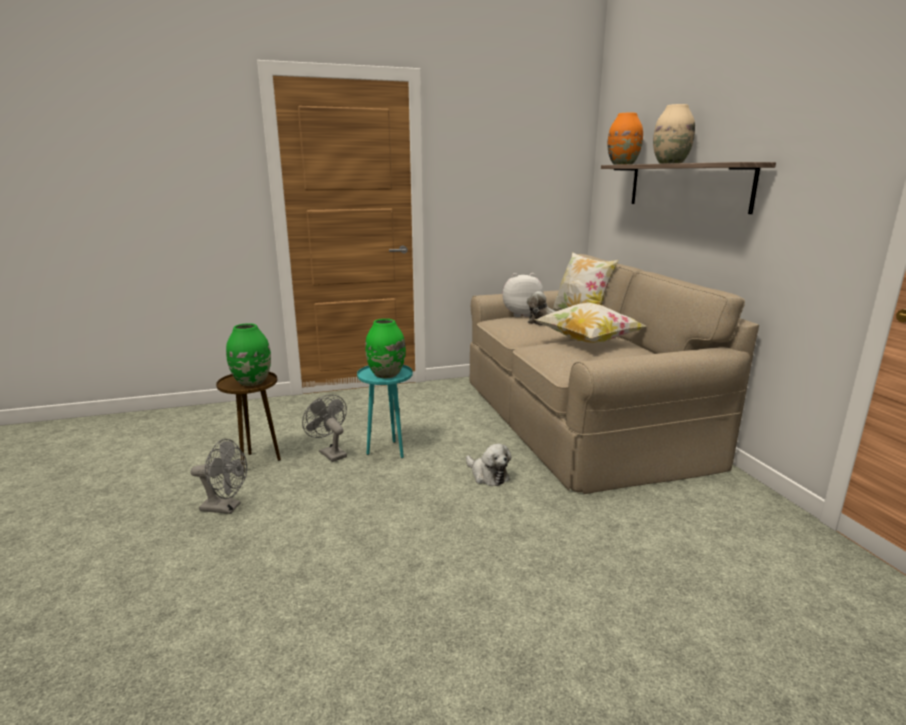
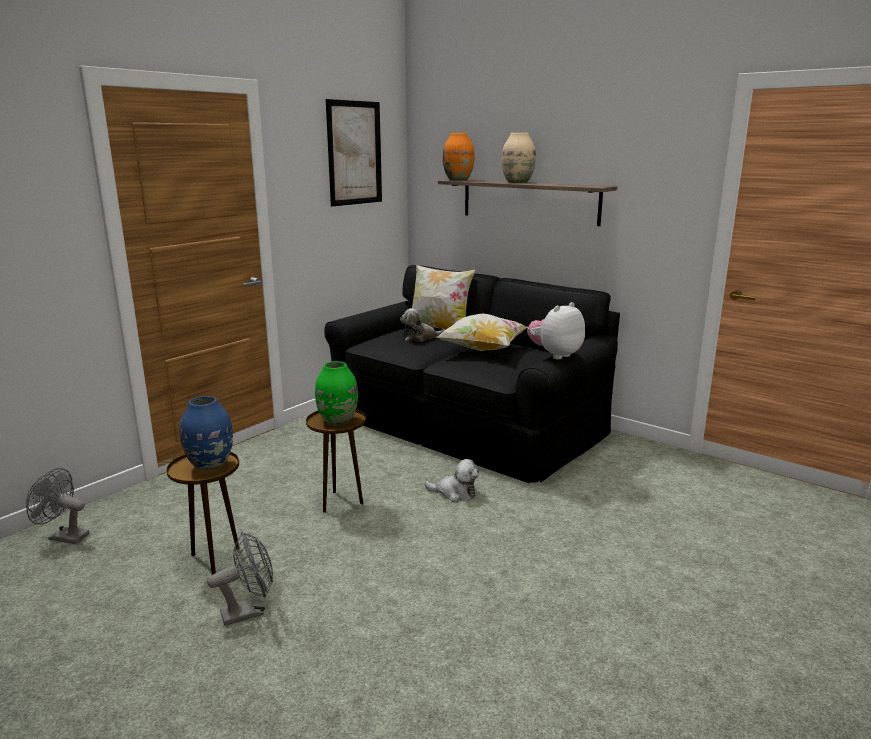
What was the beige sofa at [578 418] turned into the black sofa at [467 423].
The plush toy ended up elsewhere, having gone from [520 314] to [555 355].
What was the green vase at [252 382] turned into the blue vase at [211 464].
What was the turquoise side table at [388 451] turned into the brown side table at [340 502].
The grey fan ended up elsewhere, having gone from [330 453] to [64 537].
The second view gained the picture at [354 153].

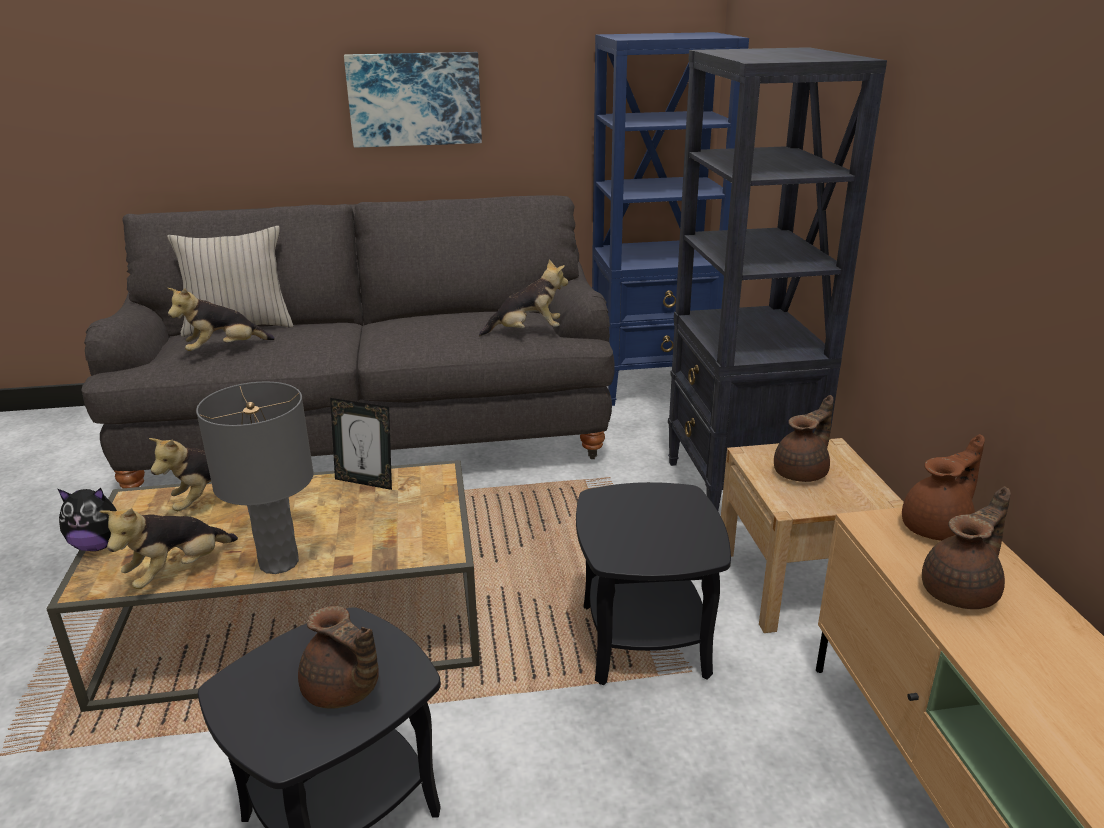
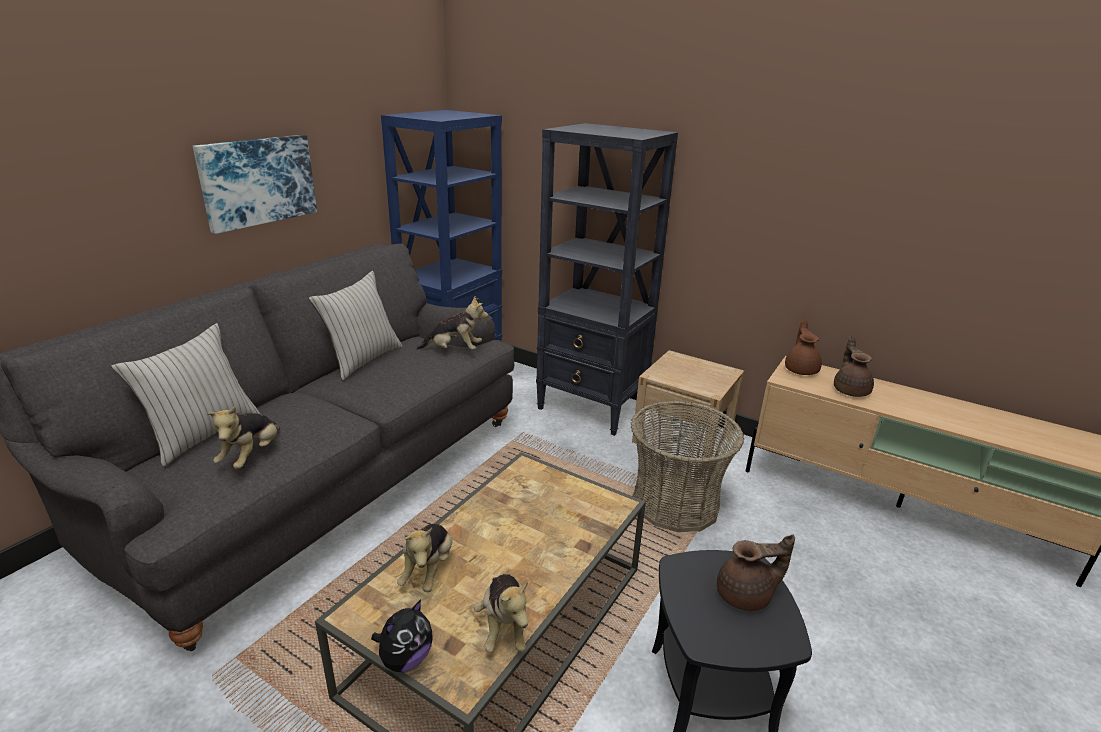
The plush toy at [527 332] ended up facing another way, 60 degrees clockwise from before.
The second view lost the grey table lamp at [279 562].
The second view lost the brown teapot at [802 472].
The second view lost the picture frame at [365 481].
Where the black side table stood at [644 639], the basket came to stand at [675 504].
The second view gained the beige pillow at [362 360].

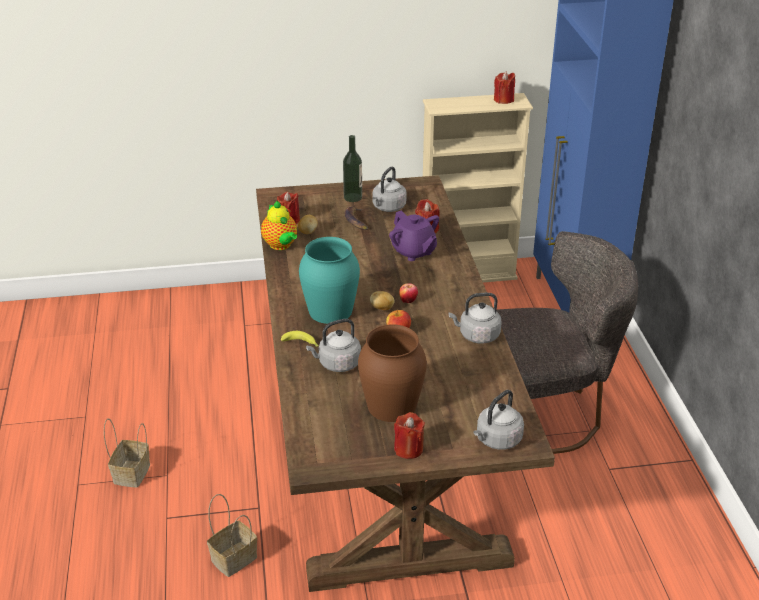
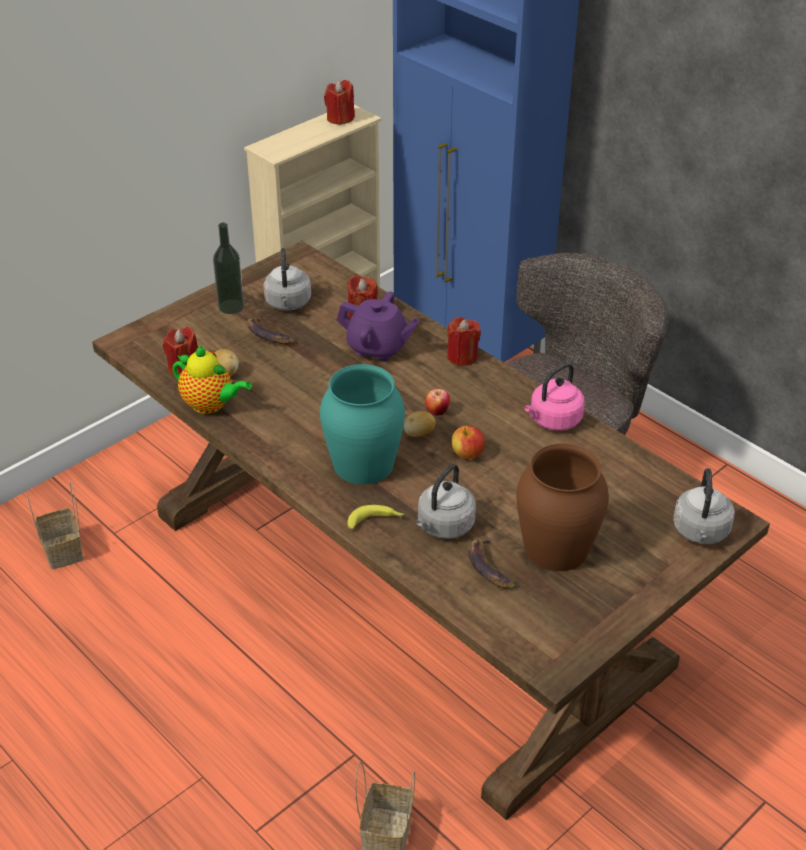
What was the grey kettle at [477 335] turned into the pink kettle at [553 421].
The red candle ended up elsewhere, having gone from [408 449] to [462 357].
The basket ended up elsewhere, having gone from [132 474] to [64 551].
The second view gained the banana at [489 568].

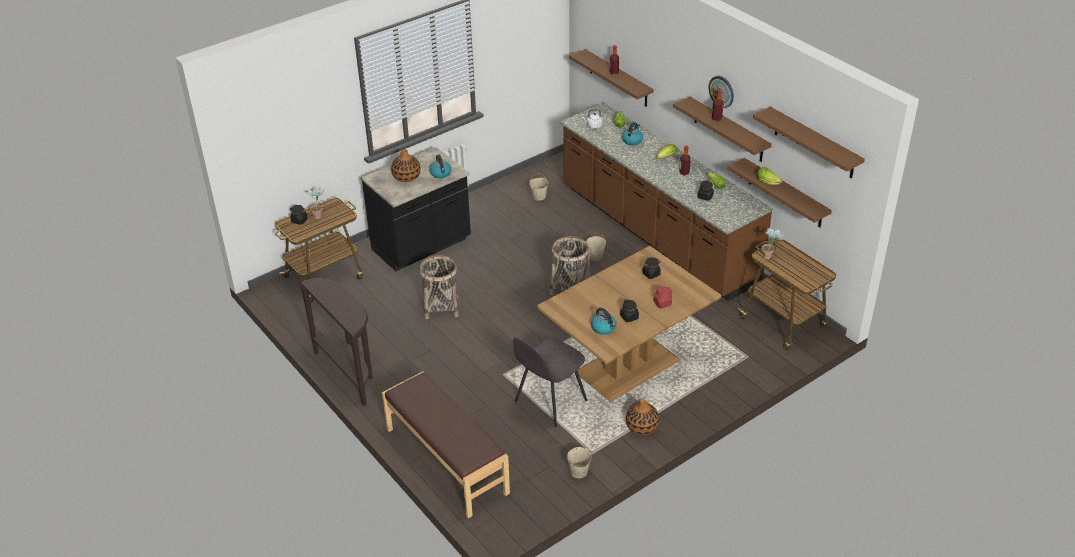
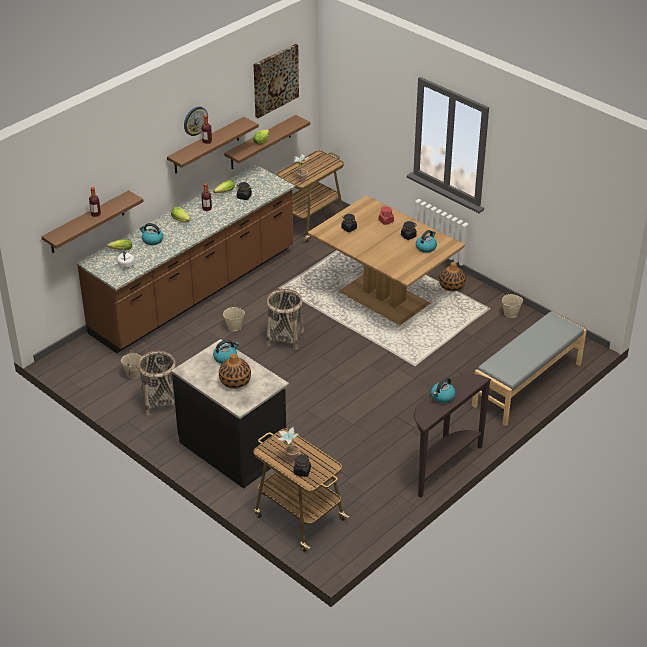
Where the brown shelf hung at [814 143], the picture came to hang at [275 80].
The basket ended up elsewhere, having gone from [441 307] to [160 402].
The second view lost the grey chair at [549 402].
What was the brown bench at [445 461] turned into the grey bench at [527 385].
The second view gained the kettle at [442 397].

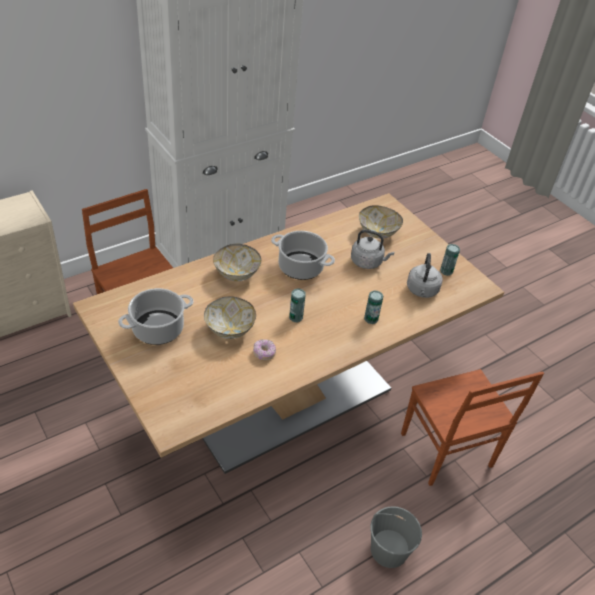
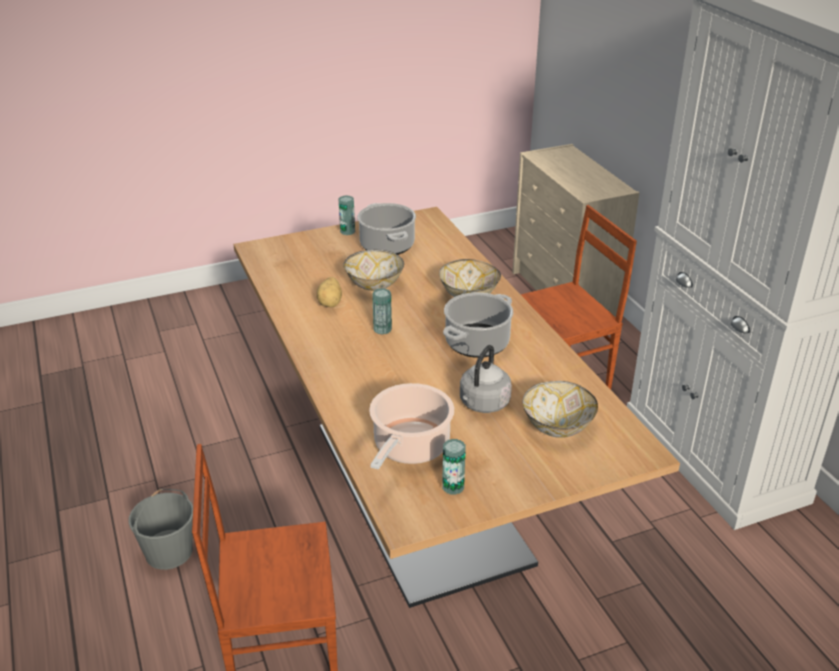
Where the grey kettle stood at [422 291], the cooking pot came to stand at [409 447].
The can ended up elsewhere, having gone from [371 319] to [347 231].
Where the donut stood at [264 353], the potato came to stand at [331 303].

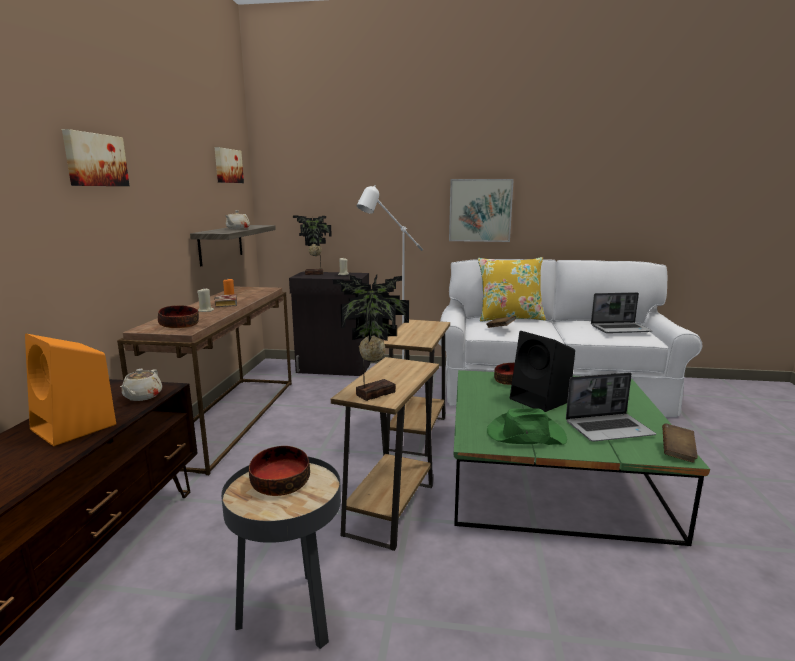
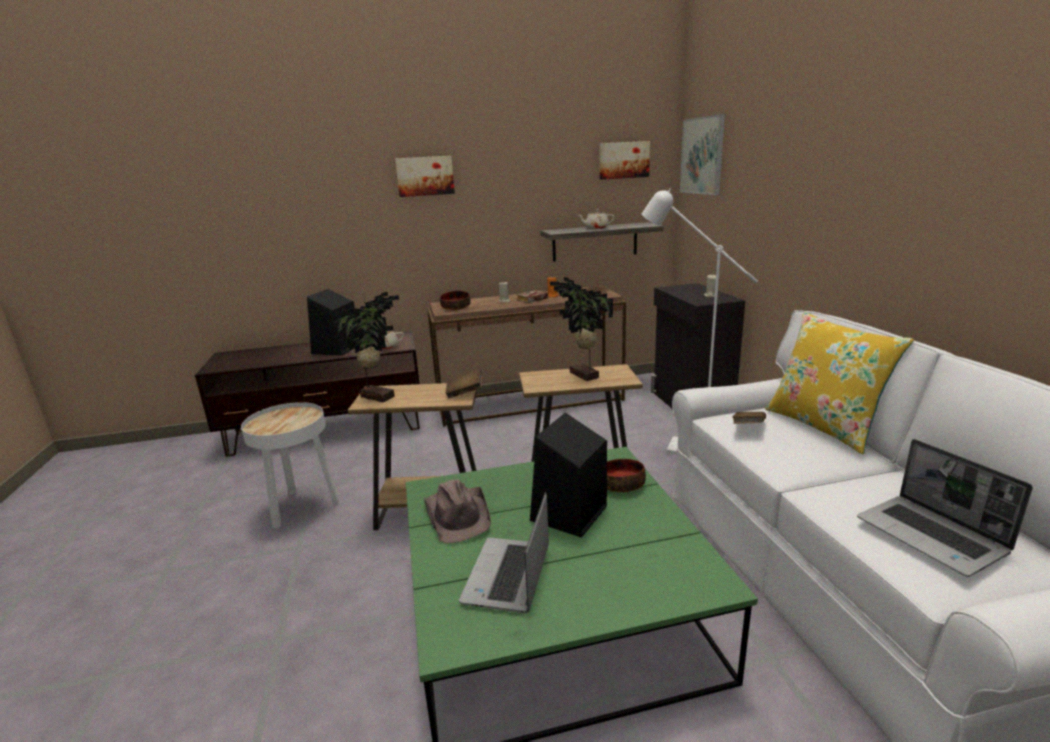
The picture ended up elsewhere, having gone from [480 210] to [702 156].
The potted plant ended up elsewhere, having gone from [314 274] to [582 376].
What was the orange speaker at [75 427] turned into the black speaker at [336 349].
The laptop at [609 428] ended up facing another way, 45 degrees clockwise from before.
What was the green hat at [525 435] turned into the brown hat at [458 515].
The brown book ended up elsewhere, having gone from [677 452] to [465 393].
The second view lost the bowl at [280 482].
What was the black side table at [290 613] turned into the white side table at [302 507].

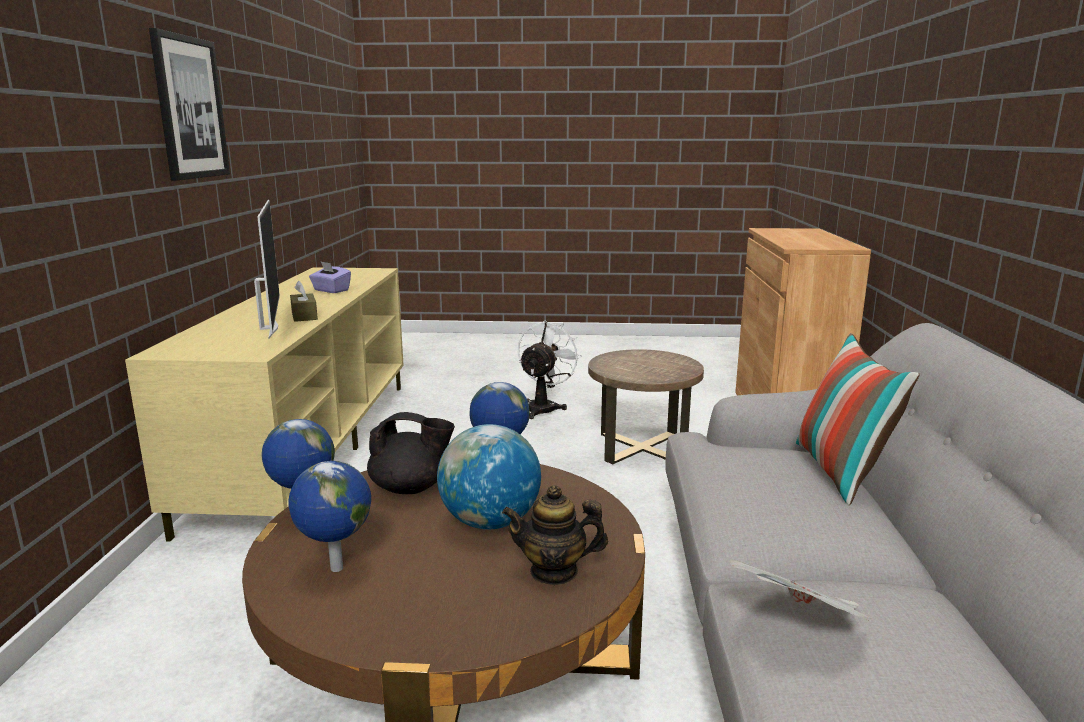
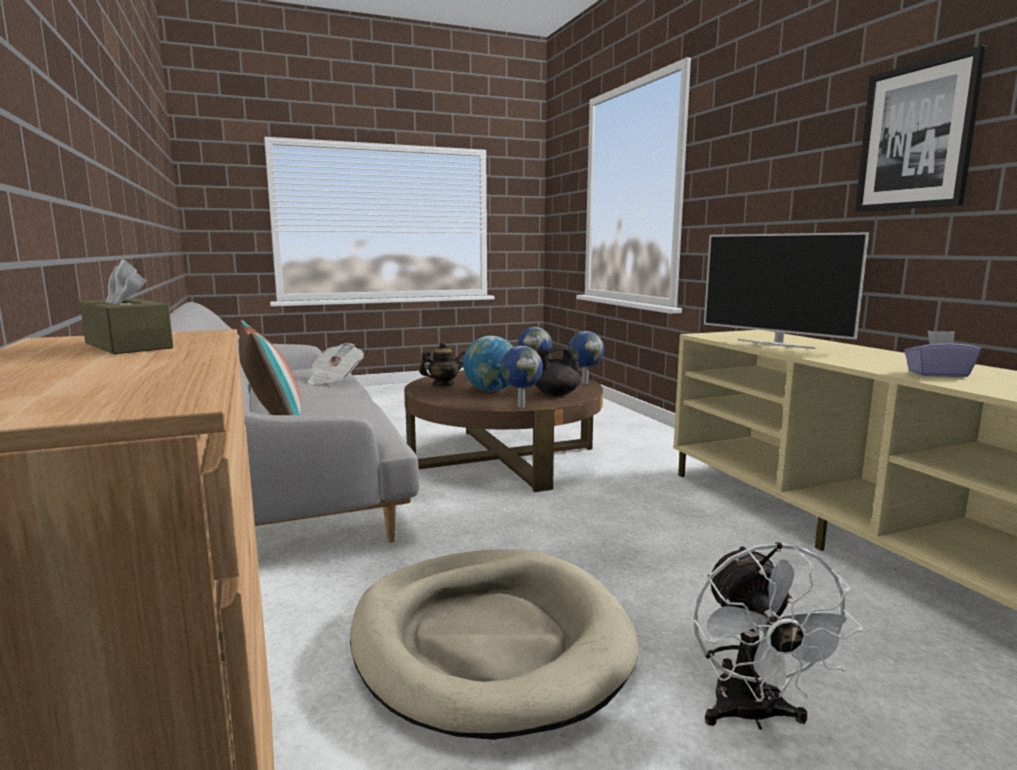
The brown tissue box ended up elsewhere, having gone from [304 316] to [128 345].
Where the brown side table stood at [641 447], the beige dog bed came to stand at [489 642].

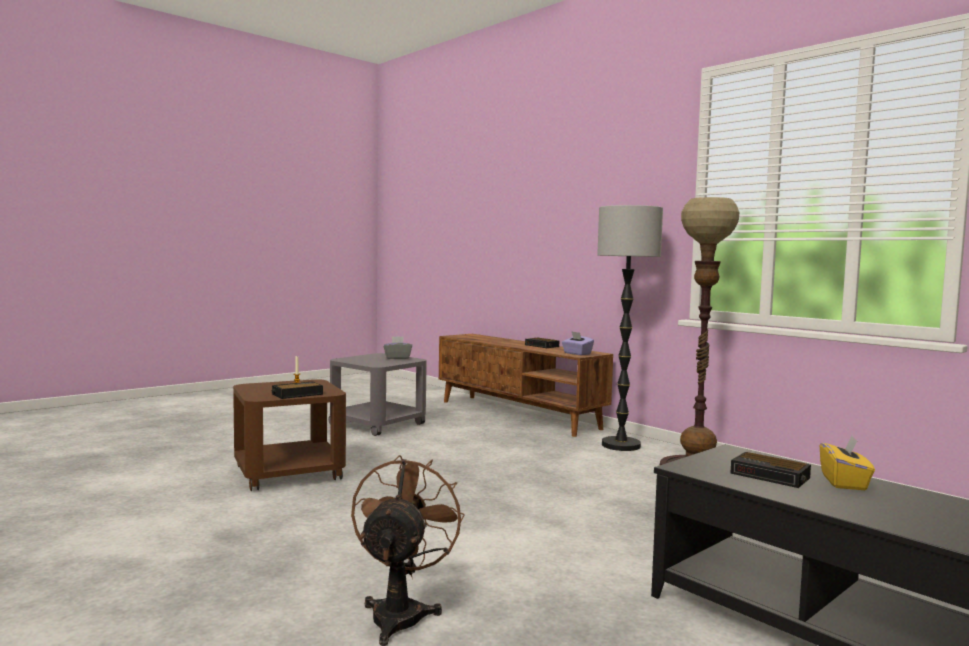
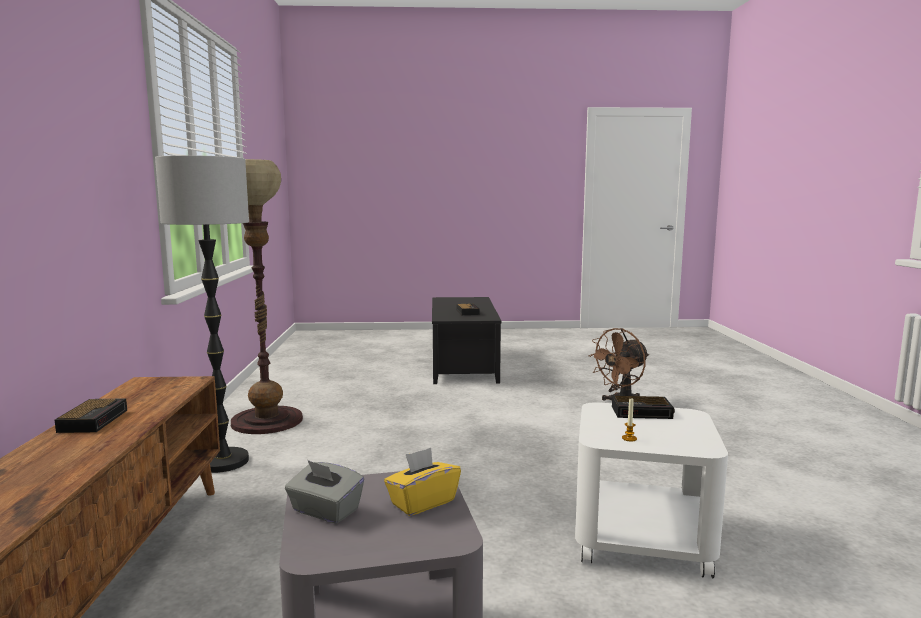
The second view lost the purple tissue box at [577 353].
What was the brown side table at [289 473] turned into the white side table at [641 536].
The yellow tissue box ended up elsewhere, having gone from [844 482] to [422 502].

